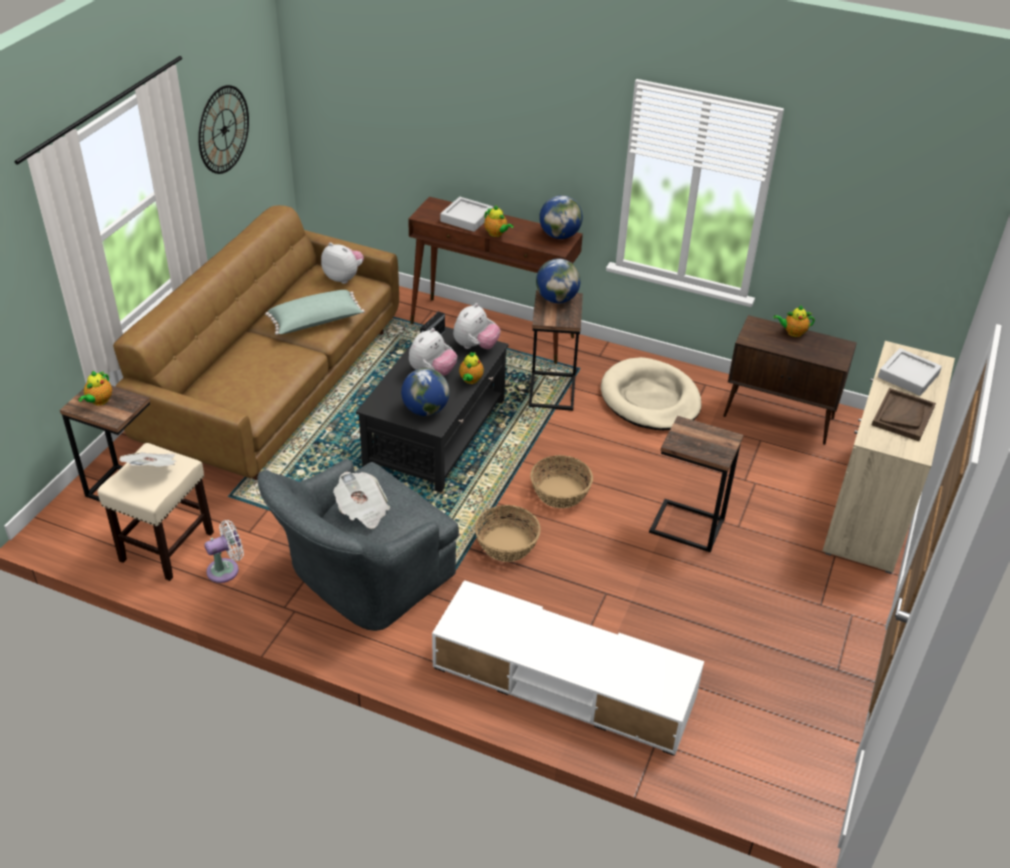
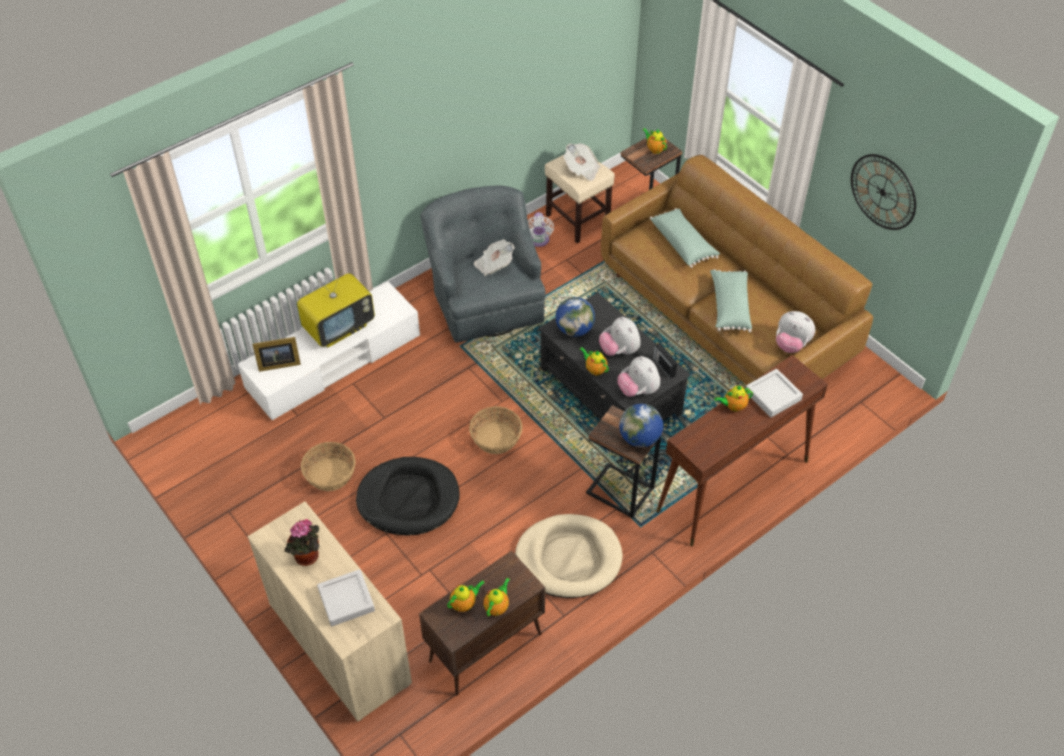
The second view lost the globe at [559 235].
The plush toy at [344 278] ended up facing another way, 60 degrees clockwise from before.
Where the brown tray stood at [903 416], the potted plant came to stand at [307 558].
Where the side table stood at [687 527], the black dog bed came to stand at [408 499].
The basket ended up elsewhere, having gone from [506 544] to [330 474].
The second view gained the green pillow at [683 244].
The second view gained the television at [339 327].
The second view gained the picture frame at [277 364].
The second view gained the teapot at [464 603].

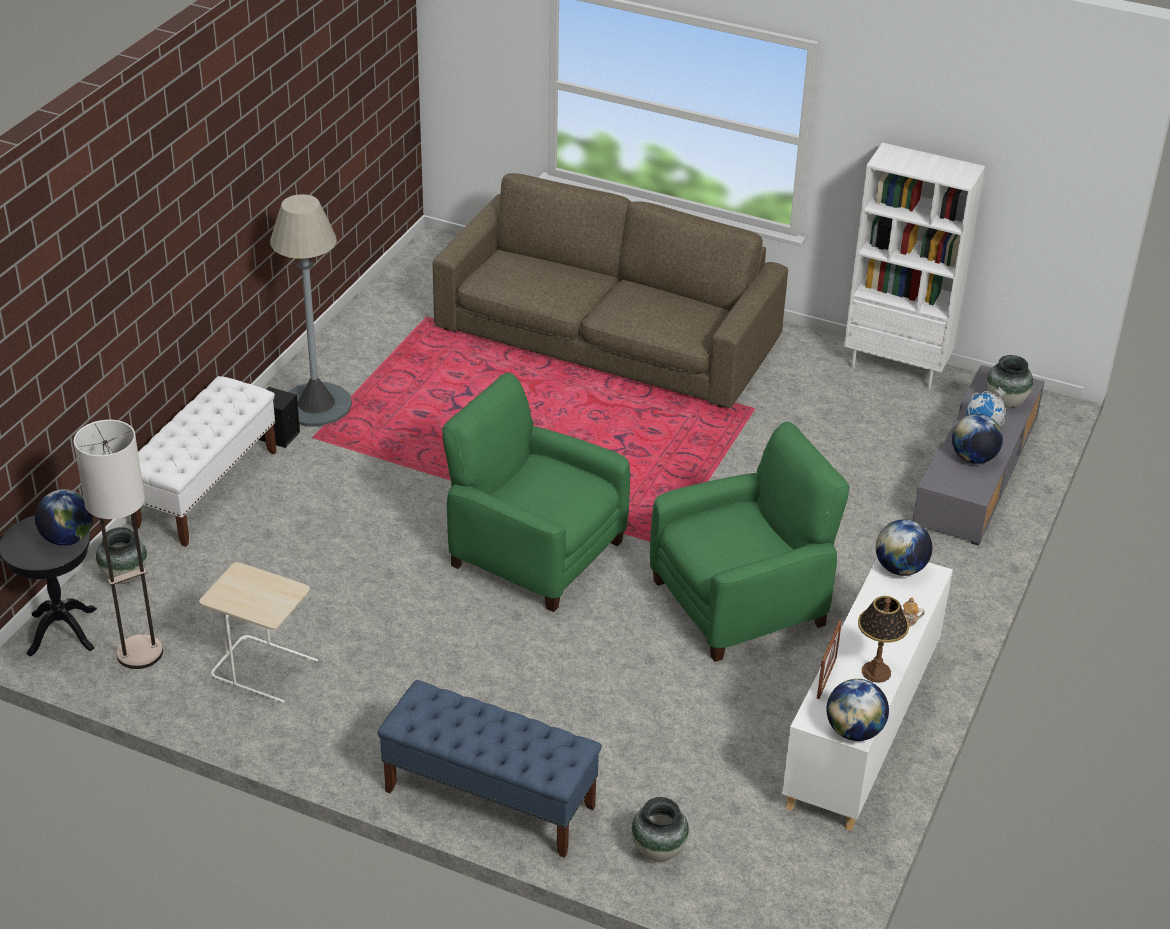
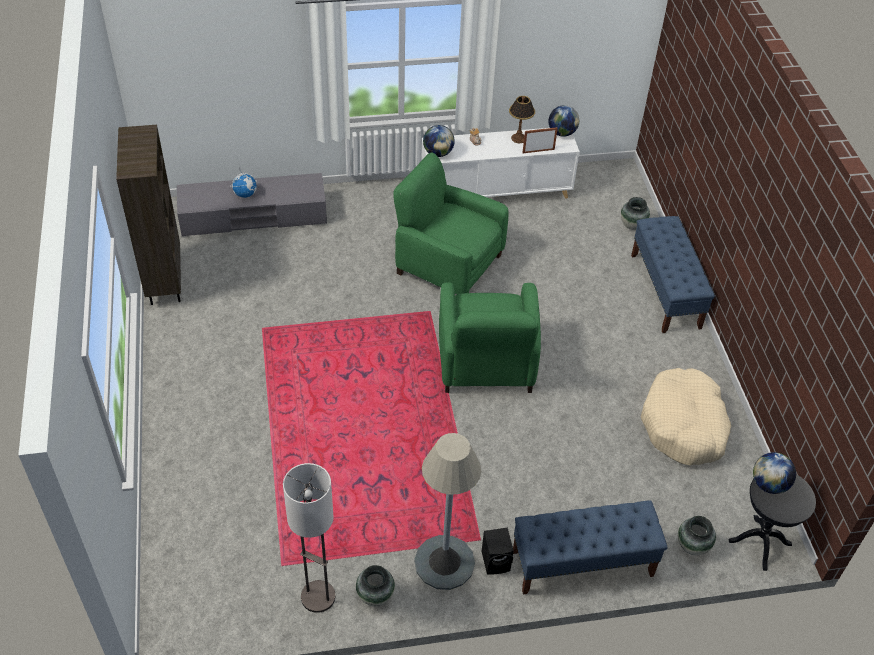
What was the white bookcase at [897 367] turned into the brown bookcase at [164 281].
The second view lost the brown sofa at [607 335].
The vase ended up elsewhere, having gone from [1005 402] to [375 596].
What was the white bench at [206 489] turned into the blue bench at [582 563].
The second view lost the globe at [973 458].
The floor lamp ended up elsewhere, having gone from [140 653] to [317 597].
Where the beige side table stood at [265 668], the beige dog bed came to stand at [684 425].

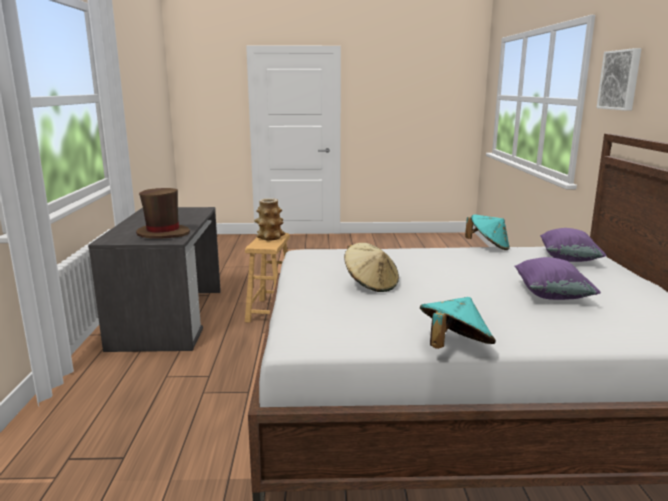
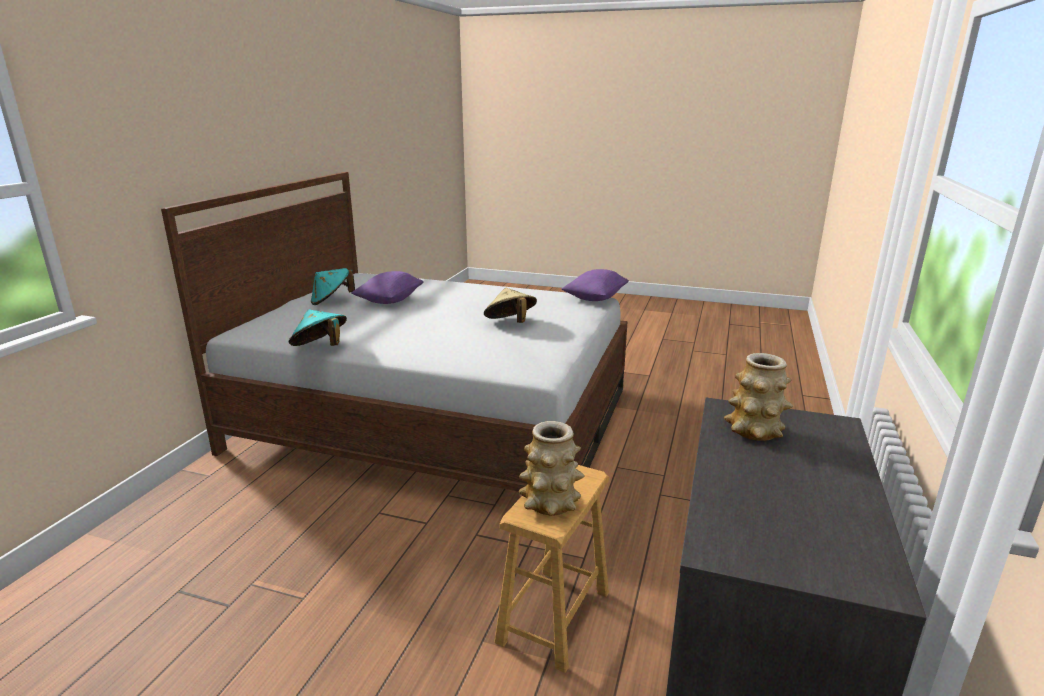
The second view lost the picture at [620 80].
Where the brown hat stood at [163 233], the vase came to stand at [754 431].
The purple pillow ended up elsewhere, having gone from [568 259] to [595 298].
The turquoise hat ended up elsewhere, having gone from [454 347] to [331 301].

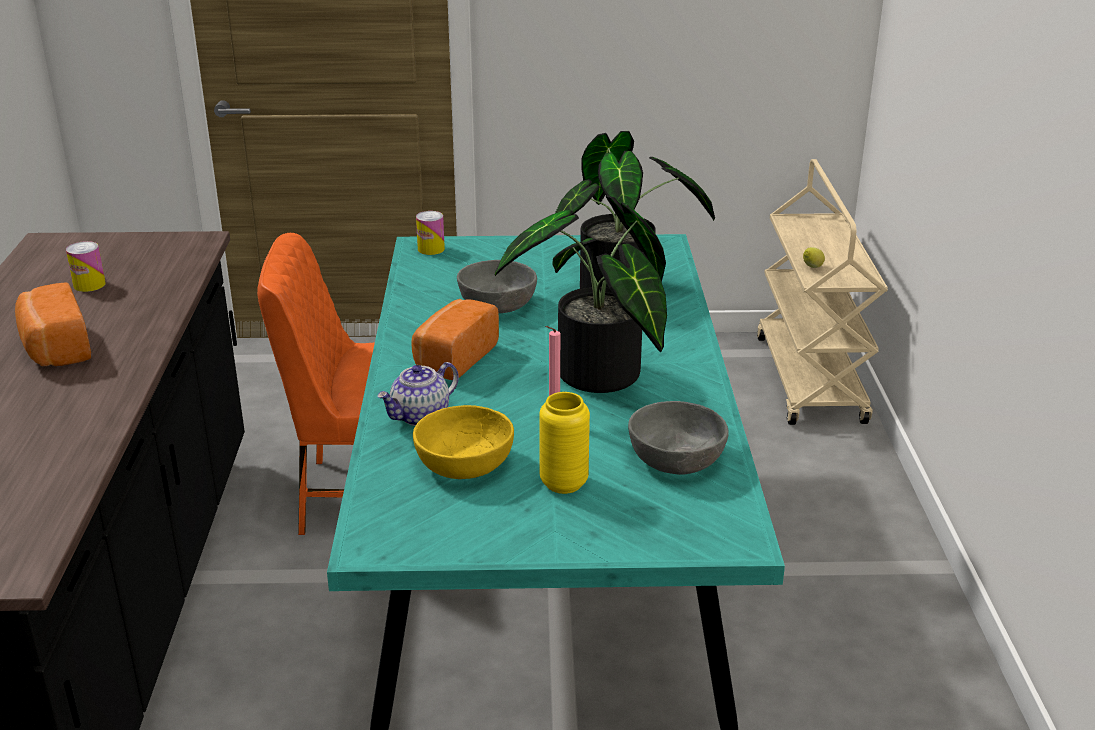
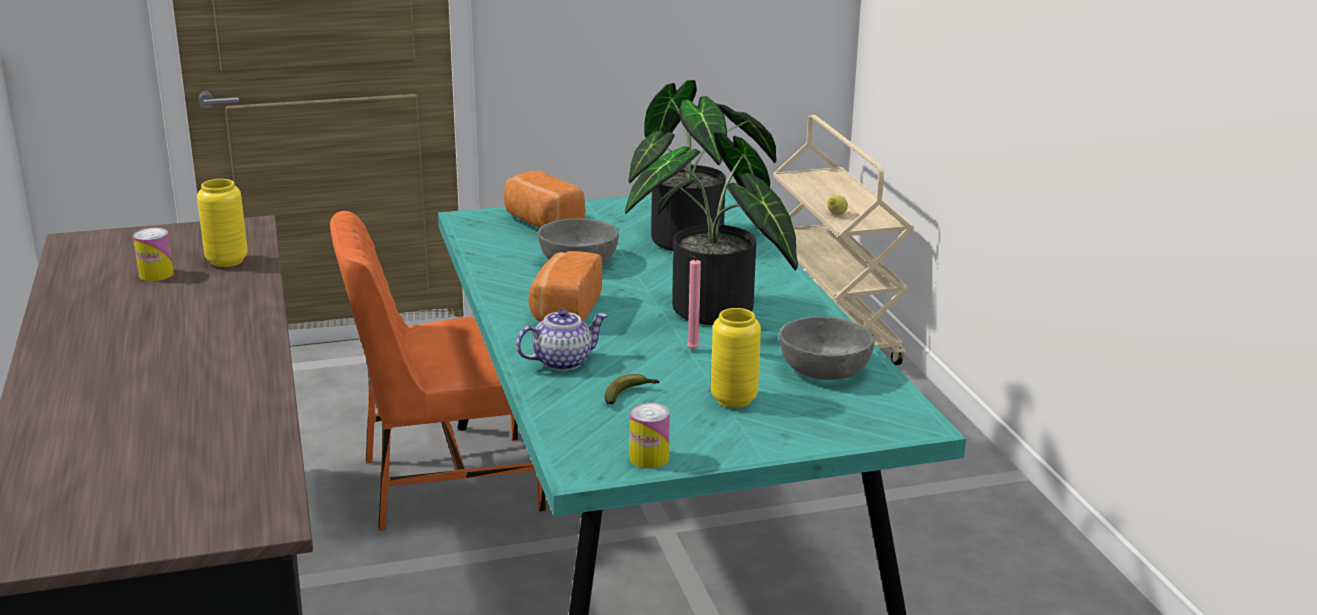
The can ended up elsewhere, having gone from [431 249] to [649 458].
The bread ended up elsewhere, having gone from [55 348] to [541 222].
The teapot at [420 416] ended up facing another way, 150 degrees counterclockwise from before.
Where the yellow bowl stood at [464 463], the banana came to stand at [629 394].
The second view gained the yellow vase at [227 261].

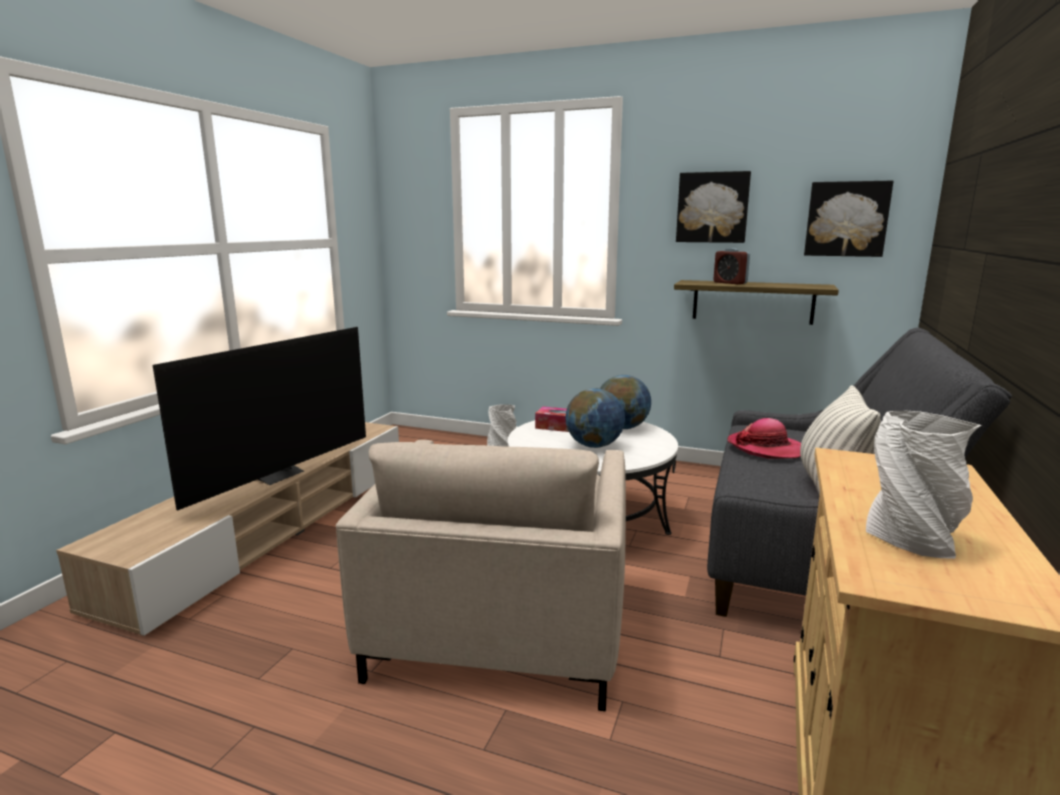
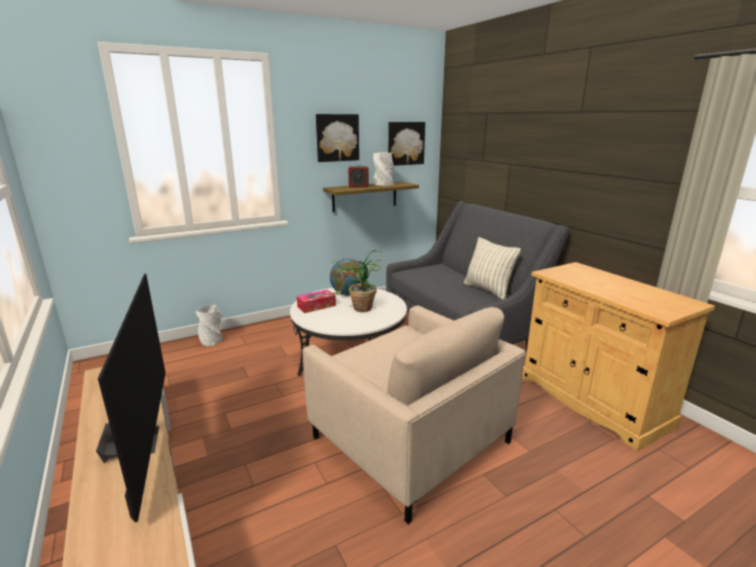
Where the globe stood at [594 445], the potted plant came to stand at [359 310].
The white vase ended up elsewhere, having gone from [911 540] to [384 184].
The second view lost the hat at [766 448].

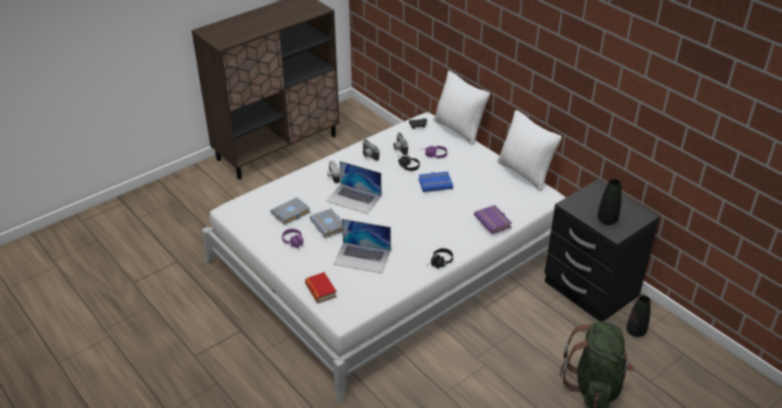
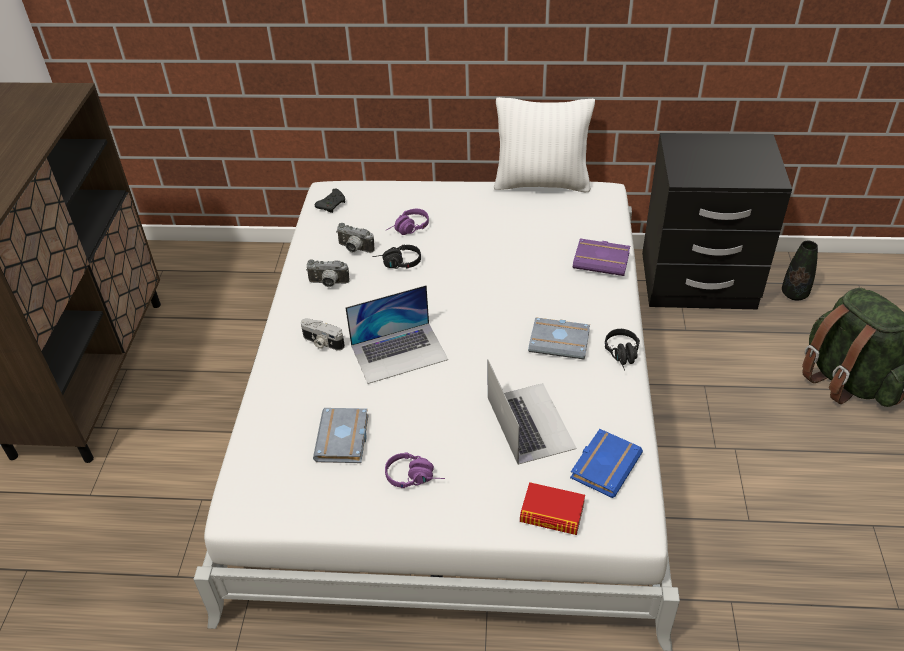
The second view lost the white pillow at [458 130].
The blue book ended up elsewhere, having gone from [435 183] to [604 464].
The second view lost the black vase at [607 220].
The grey book ended up elsewhere, having gone from [329 225] to [560 341].
The laptop at [362 257] ended up facing another way, 75 degrees counterclockwise from before.

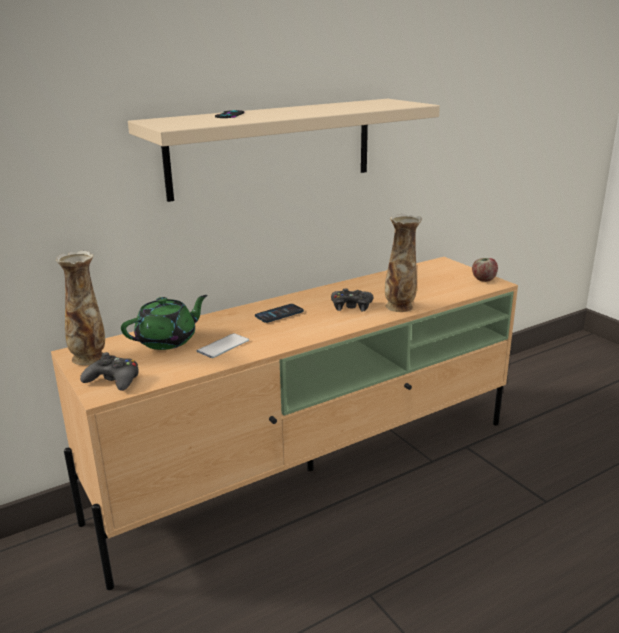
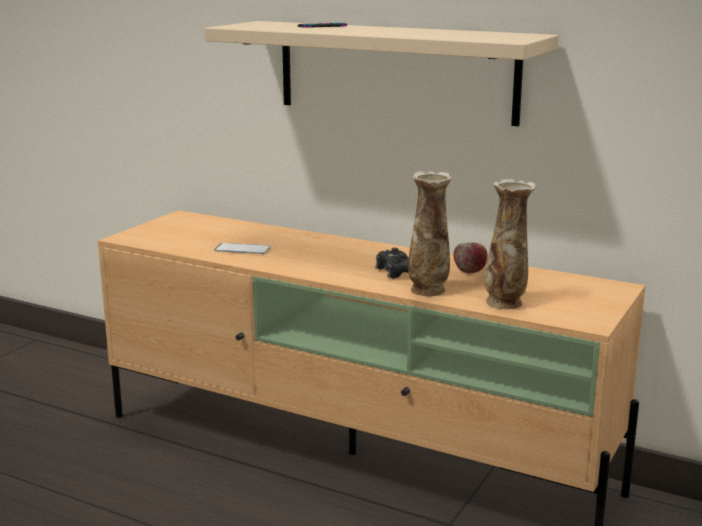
The vase ended up elsewhere, having gone from [89 357] to [505 303].
The apple ended up elsewhere, having gone from [483 279] to [470 271].
The second view lost the green teapot at [168 340].
The second view lost the phone at [279 314].
The second view lost the black game controller at [113 380].

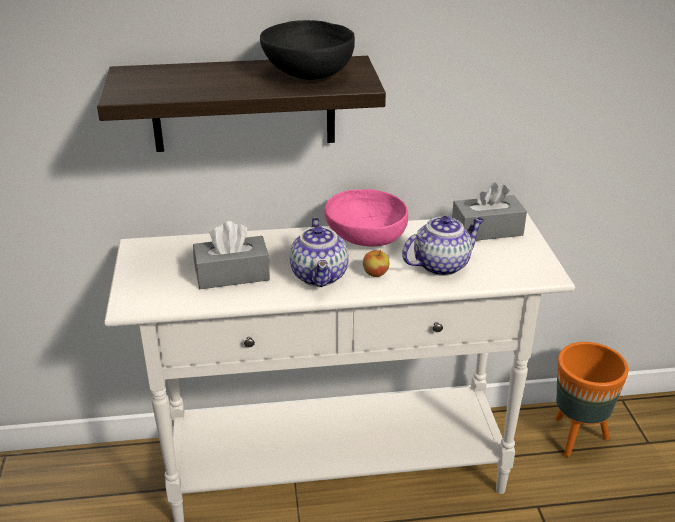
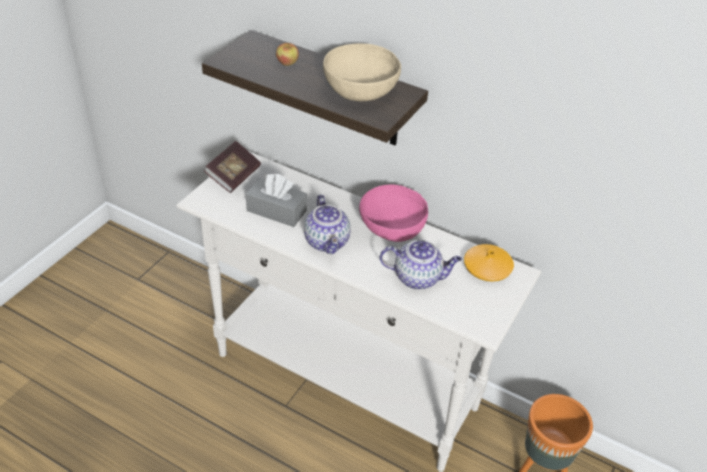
What was the black bowl at [307 73] turned into the beige bowl at [360 90].
Where the grey tissue box stood at [487 230], the orange vase came to stand at [487 268].
The teapot at [321 276] ended up facing another way, 45 degrees counterclockwise from before.
The apple ended up elsewhere, having gone from [375 274] to [287 63].
The second view gained the book at [233 176].

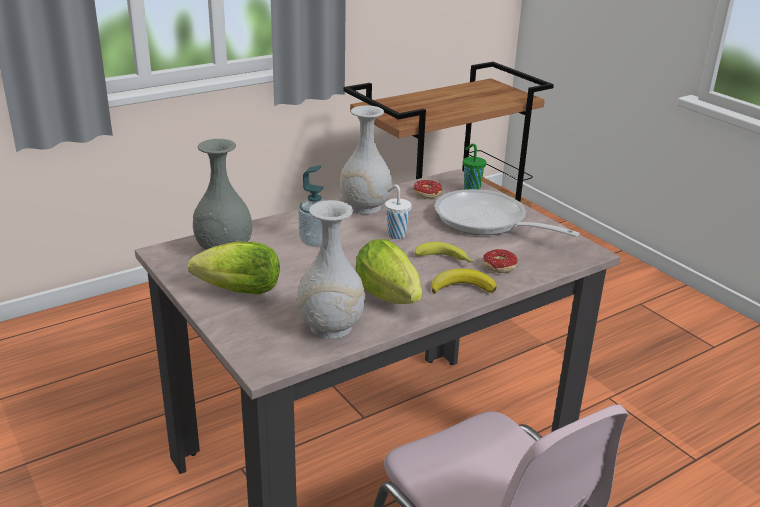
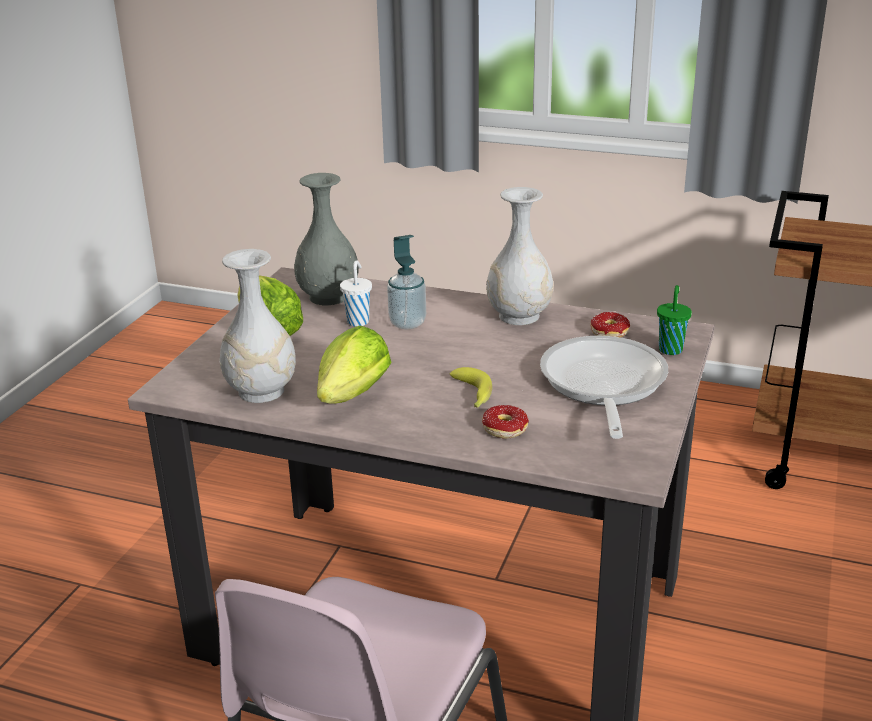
The white cup ended up elsewhere, having gone from [395 234] to [358 321].
The second view lost the banana at [462 287].

